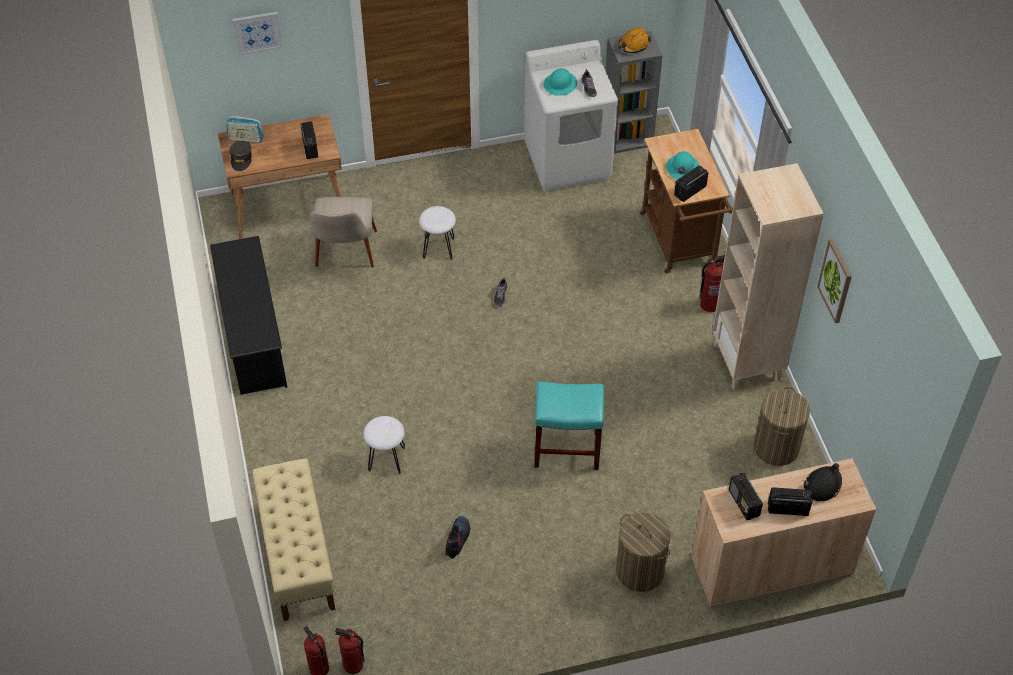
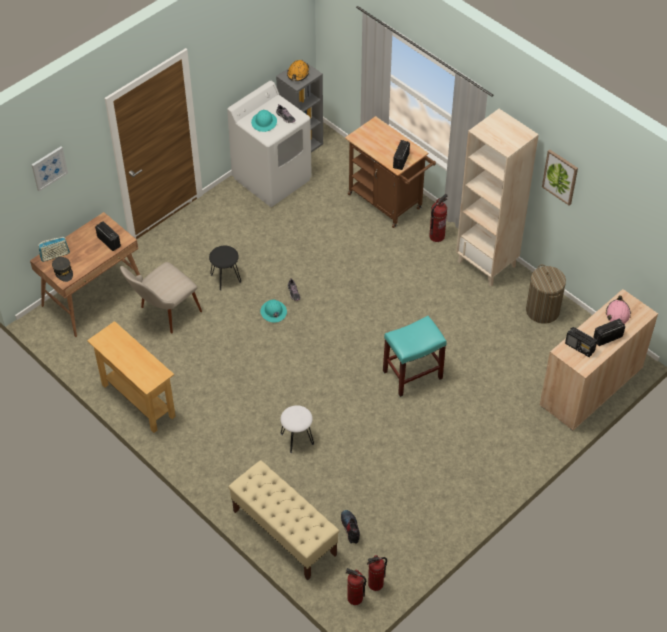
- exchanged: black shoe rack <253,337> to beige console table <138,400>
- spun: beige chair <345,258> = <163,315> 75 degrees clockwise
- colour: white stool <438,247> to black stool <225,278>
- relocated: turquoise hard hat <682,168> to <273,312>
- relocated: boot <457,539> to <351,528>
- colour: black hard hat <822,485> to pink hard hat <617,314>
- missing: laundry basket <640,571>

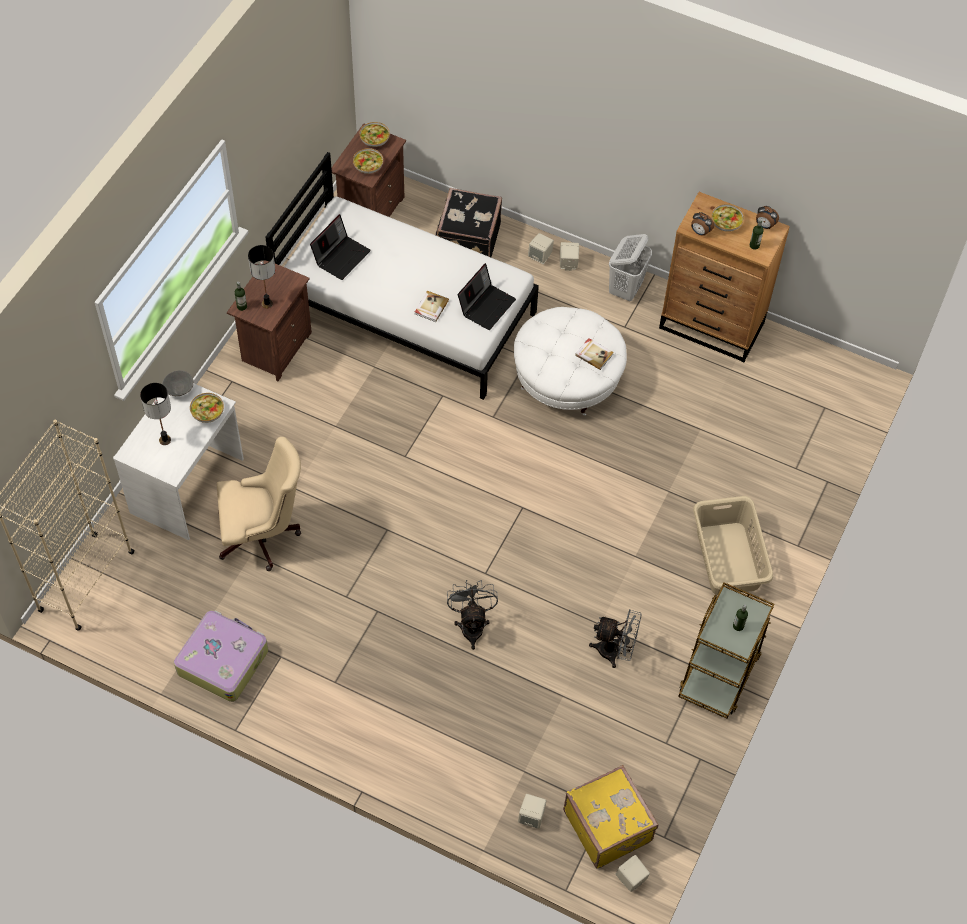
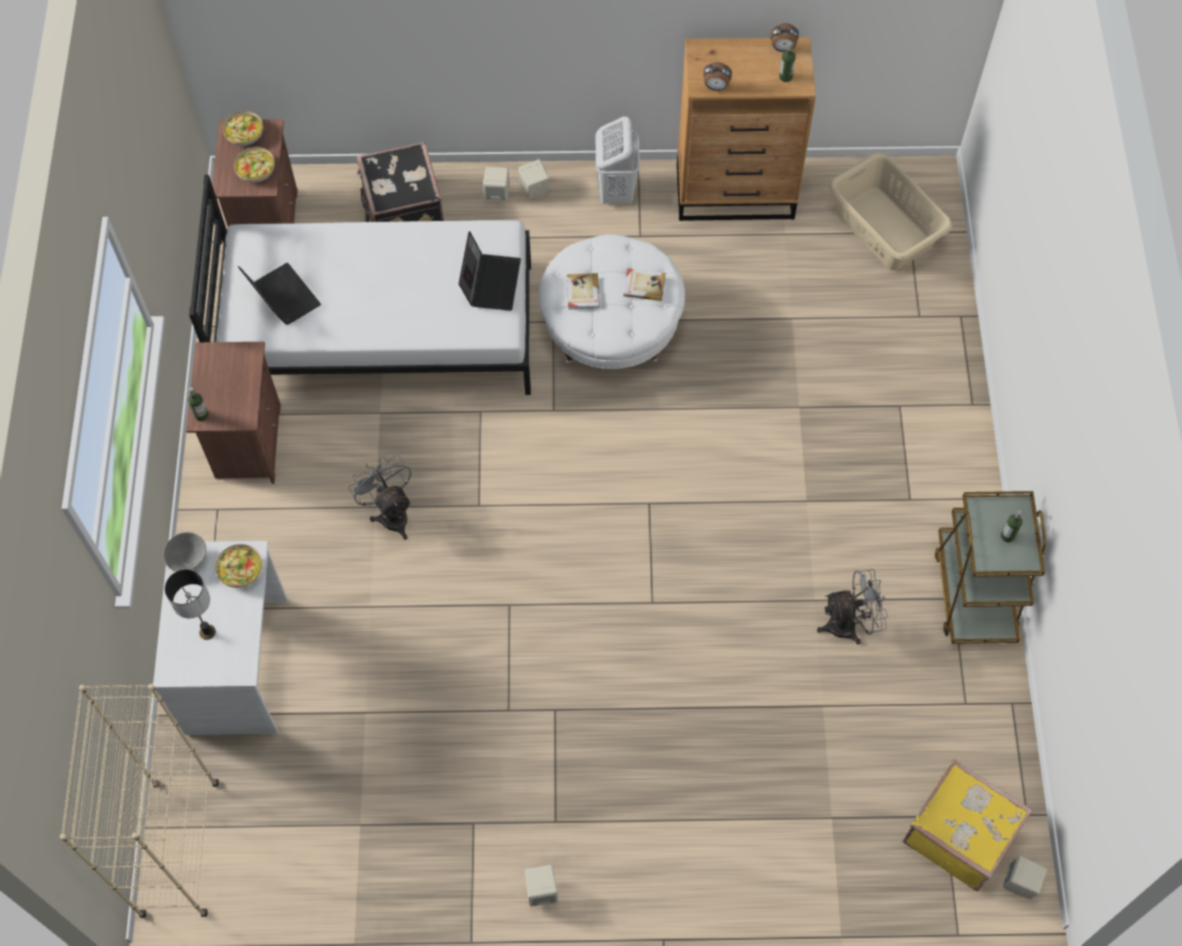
- spun: laptop <341,256> = <281,297> 45 degrees counterclockwise
- relocated: grey fan <472,625> to <391,513>
- relocated: beige speaker <531,817> to <542,890>
- relocated: book <431,307> to <582,292>
- relocated: beige laundry basket <728,558> to <884,228>
- missing: suitcase <223,660>
- missing: beige office chair <263,536>
- missing: table lamp <267,304>
- missing: bowl <726,223>

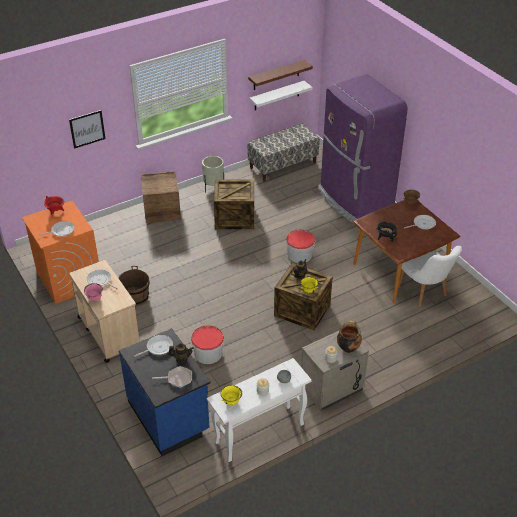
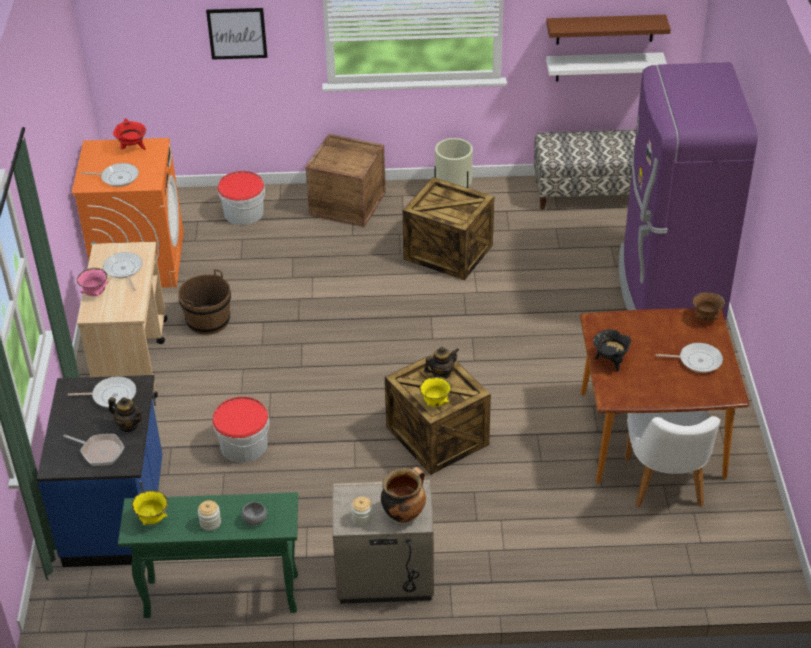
- colour: white console table <259,434> to green console table <220,596>
- relocated: bucket <299,255> to <243,212>

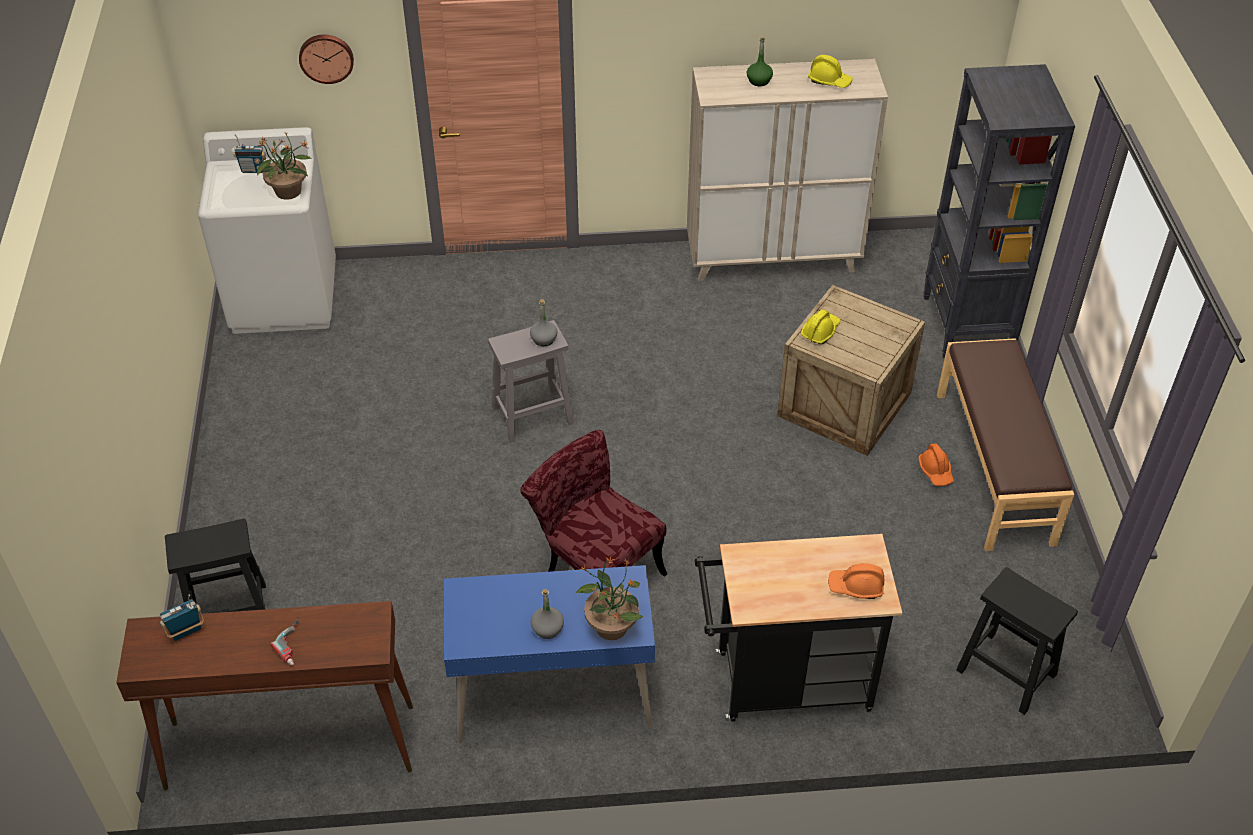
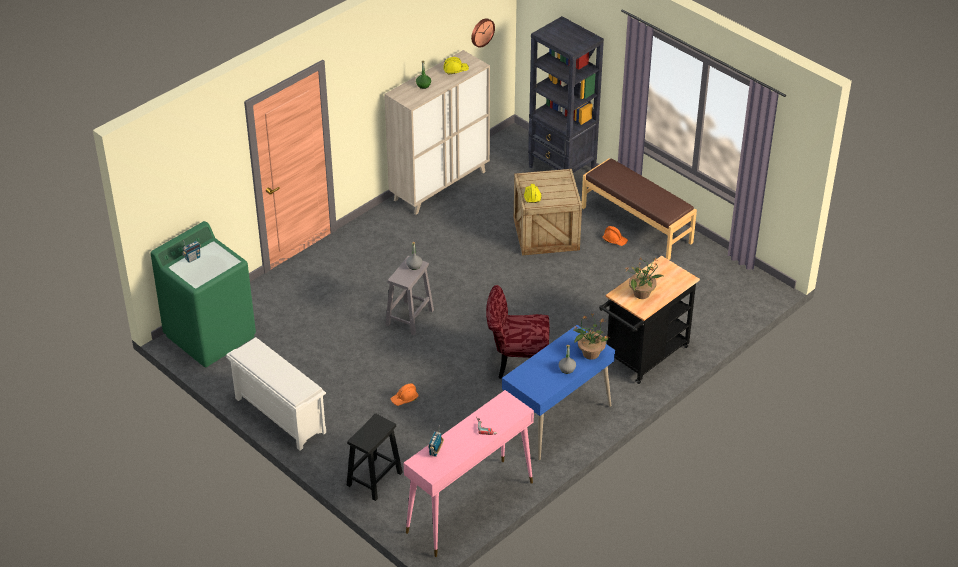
- colour: white washing machine <285,297> to green washing machine <210,336>
- appeared: white shoe rack <279,415>
- relocated: orange hard hat <856,586> to <404,399>
- colour: brown console table <289,747> to pink console table <469,507>
- relocated: wall clock <326,57> to <481,32>
- relocated: potted plant <289,192> to <642,293>
- missing: black stool <1004,671>

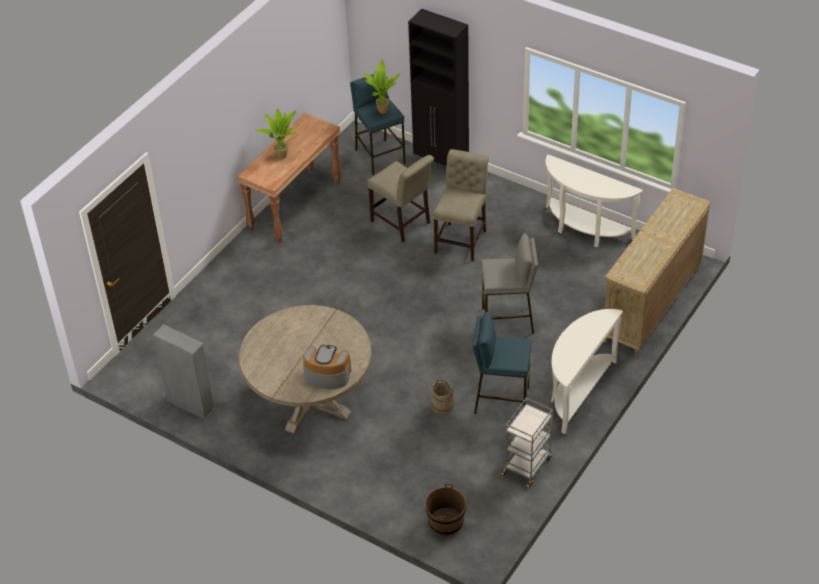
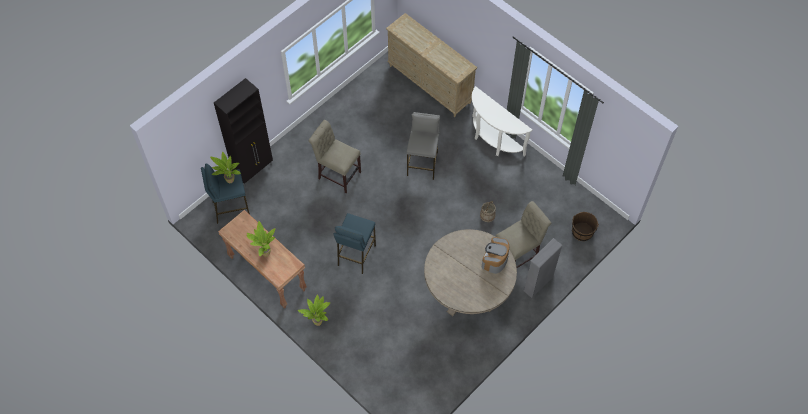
- appeared: potted plant <318,321>
- relocated: blue stool <501,400> to <356,255>
- relocated: beige chair <402,224> to <518,255>
- relocated: grey bookcase <191,405> to <538,283>
- missing: grey cart <527,465>
- missing: white console table <584,230>

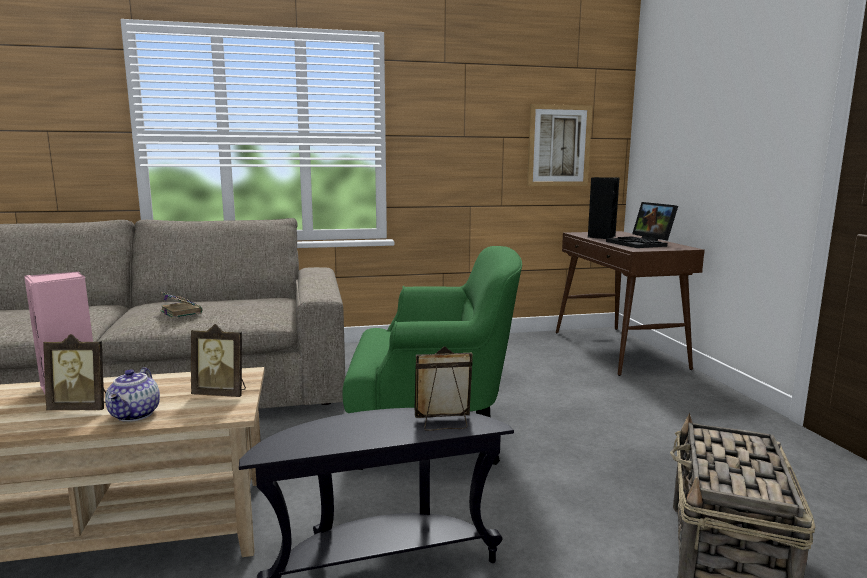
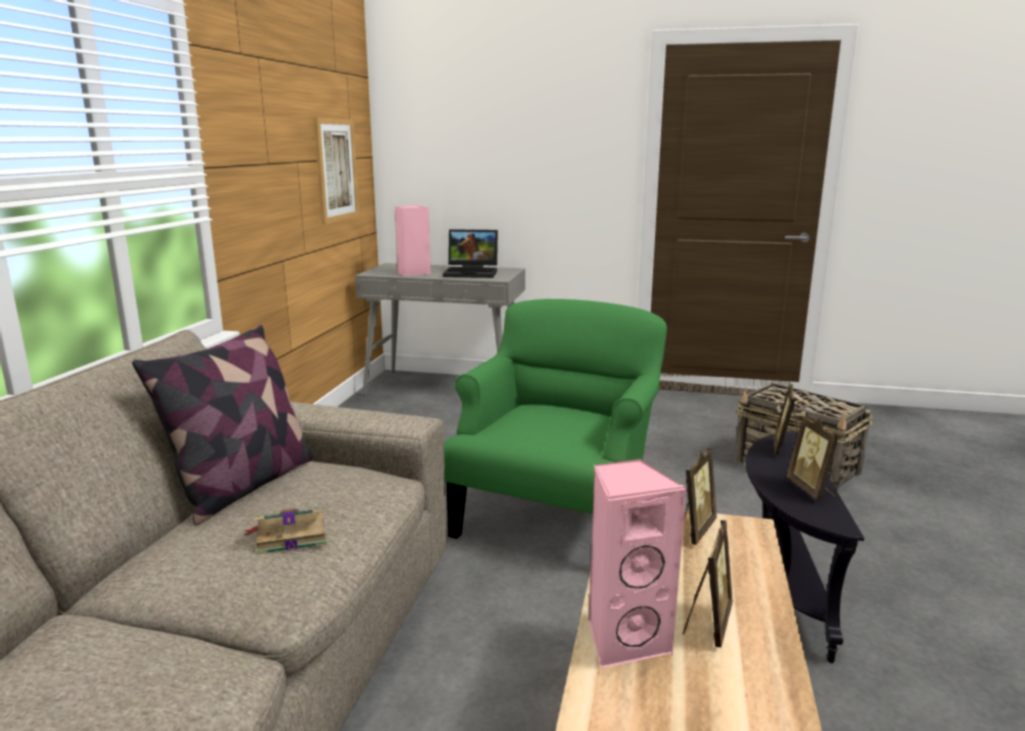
- appeared: pillow <244,486>
- colour: brown console table <618,350> to grey console table <446,388>
- colour: black speaker <601,237> to pink speaker <413,273>
- appeared: picture frame <812,490>
- missing: teapot <136,415>

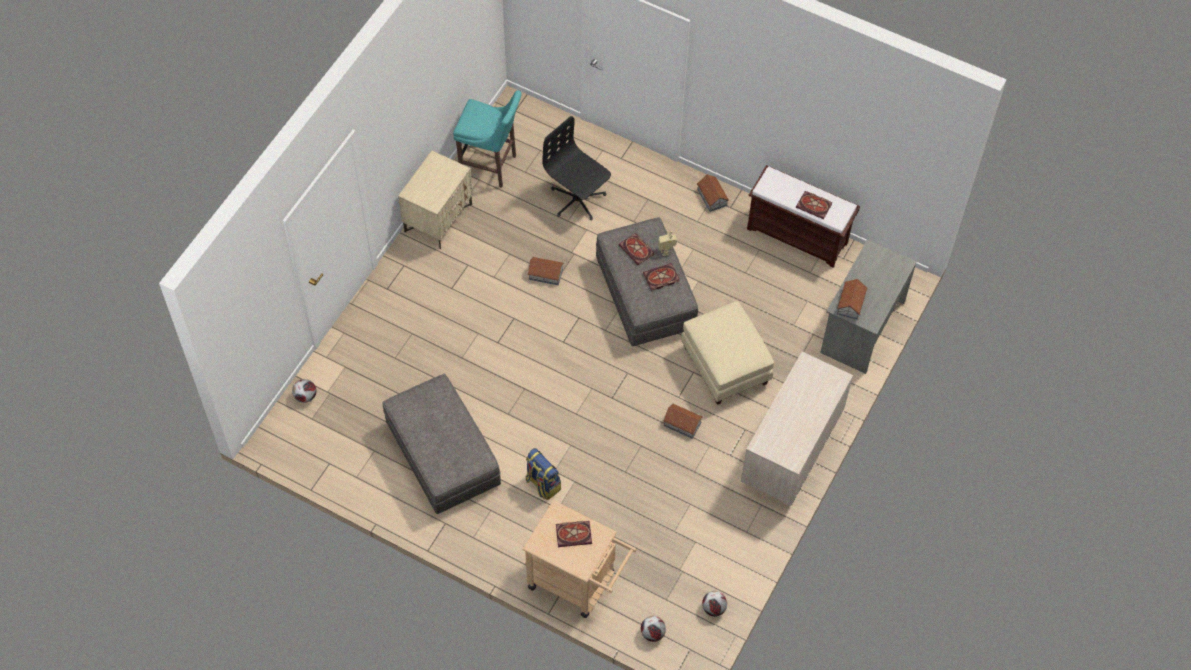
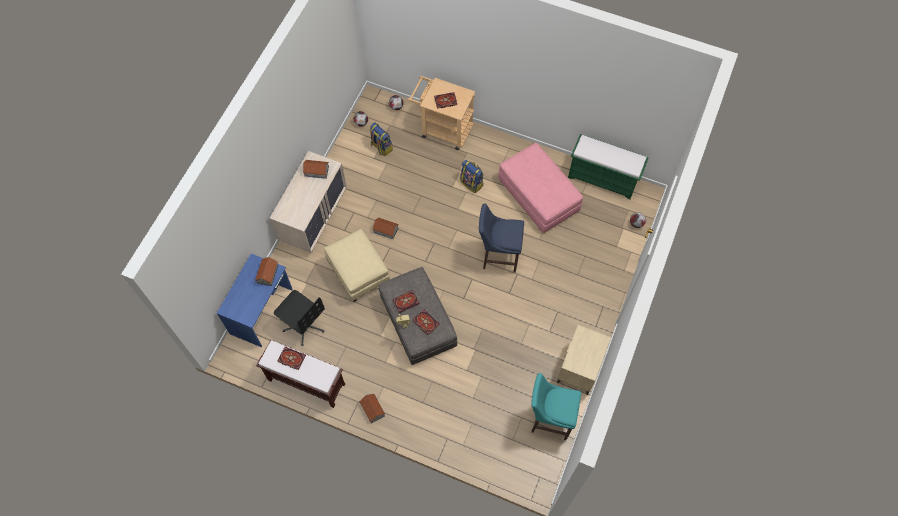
- colour: grey desk <861,327> to blue desk <262,311>
- relocated: black office chair <577,199> to <304,325>
- relocated: toy house <546,274> to <316,171>
- appeared: backpack <381,147>
- appeared: blue stool <498,256>
- colour: grey ottoman <442,454> to pink ottoman <538,195>
- appeared: green bench <603,179>

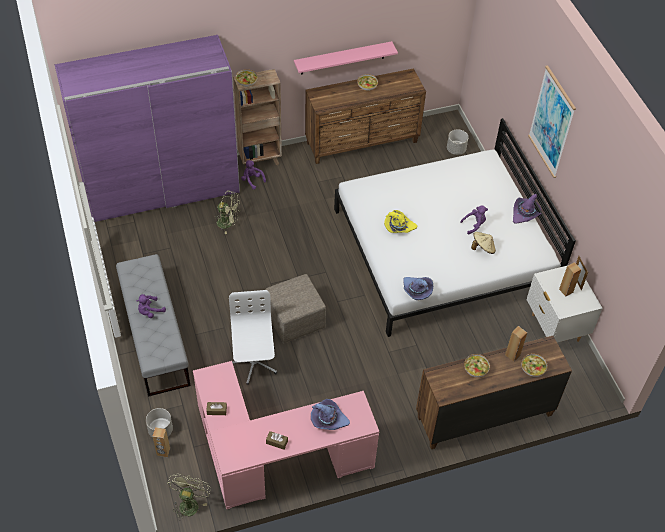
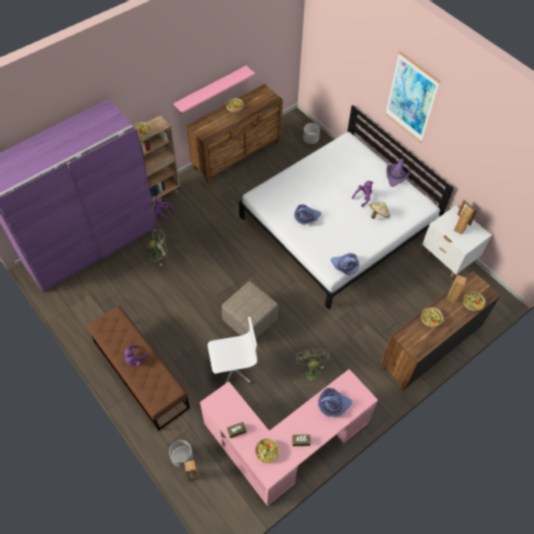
- colour: grey bench <155,335> to brown bench <140,374>
- spun: white office chair <253,363> = <233,369> 105 degrees clockwise
- appeared: bowl <267,452>
- colour: yellow hat <398,227> to purple hat <306,217>
- relocated: green fan <189,503> to <310,370>

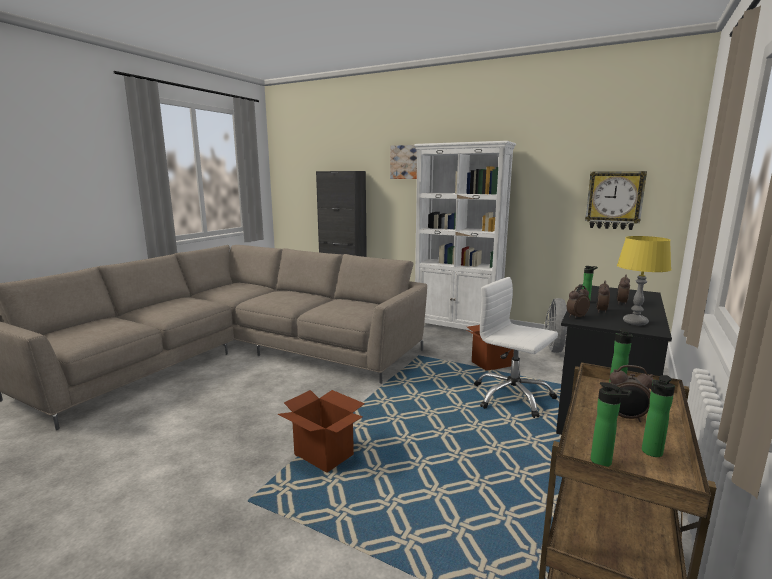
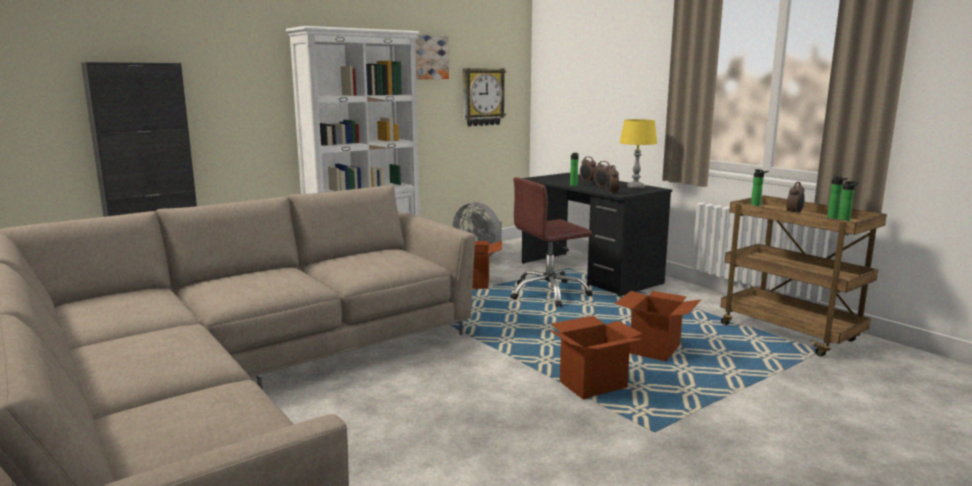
- relocated: picture <406,162> to <428,57>
- colour: white office chair <512,397> to brown office chair <549,293>
- appeared: cardboard box <654,350>

